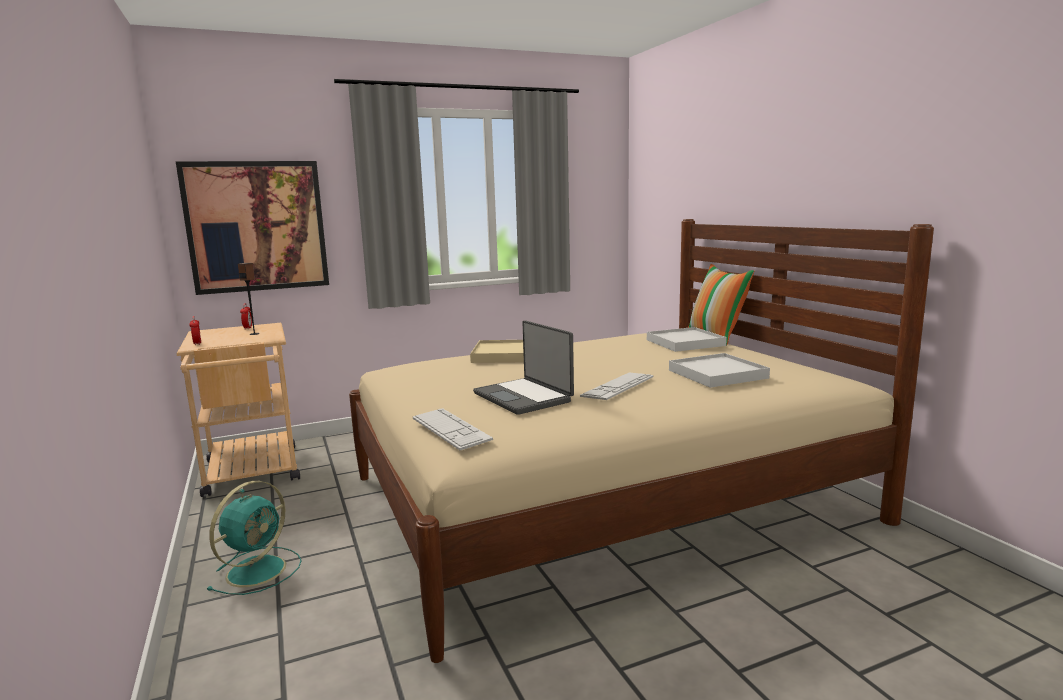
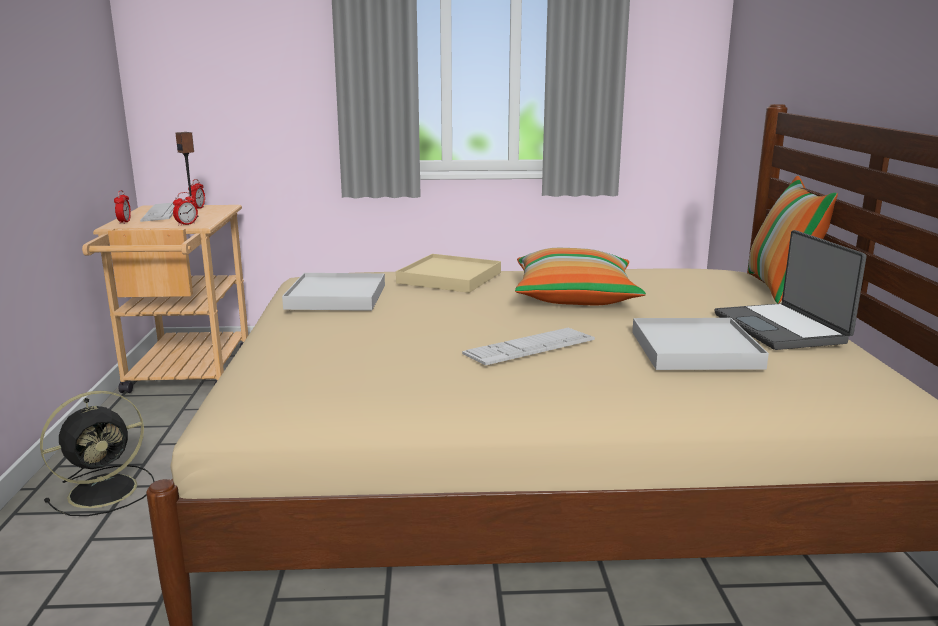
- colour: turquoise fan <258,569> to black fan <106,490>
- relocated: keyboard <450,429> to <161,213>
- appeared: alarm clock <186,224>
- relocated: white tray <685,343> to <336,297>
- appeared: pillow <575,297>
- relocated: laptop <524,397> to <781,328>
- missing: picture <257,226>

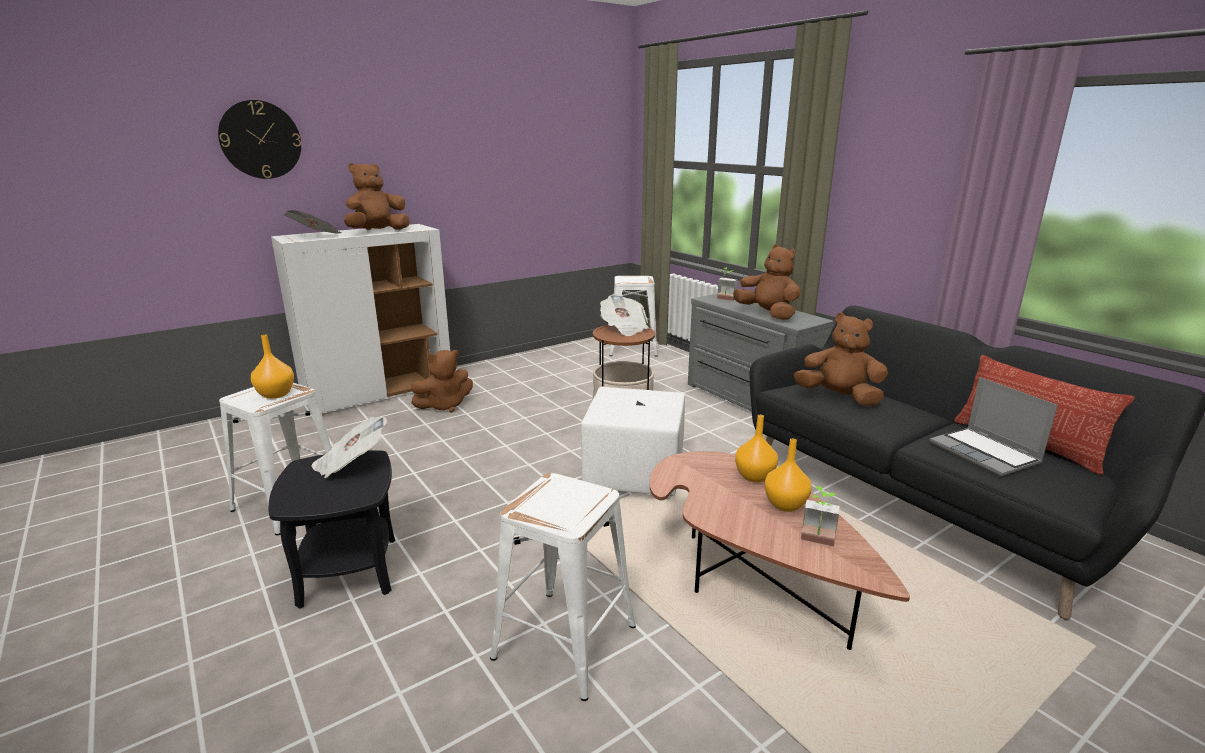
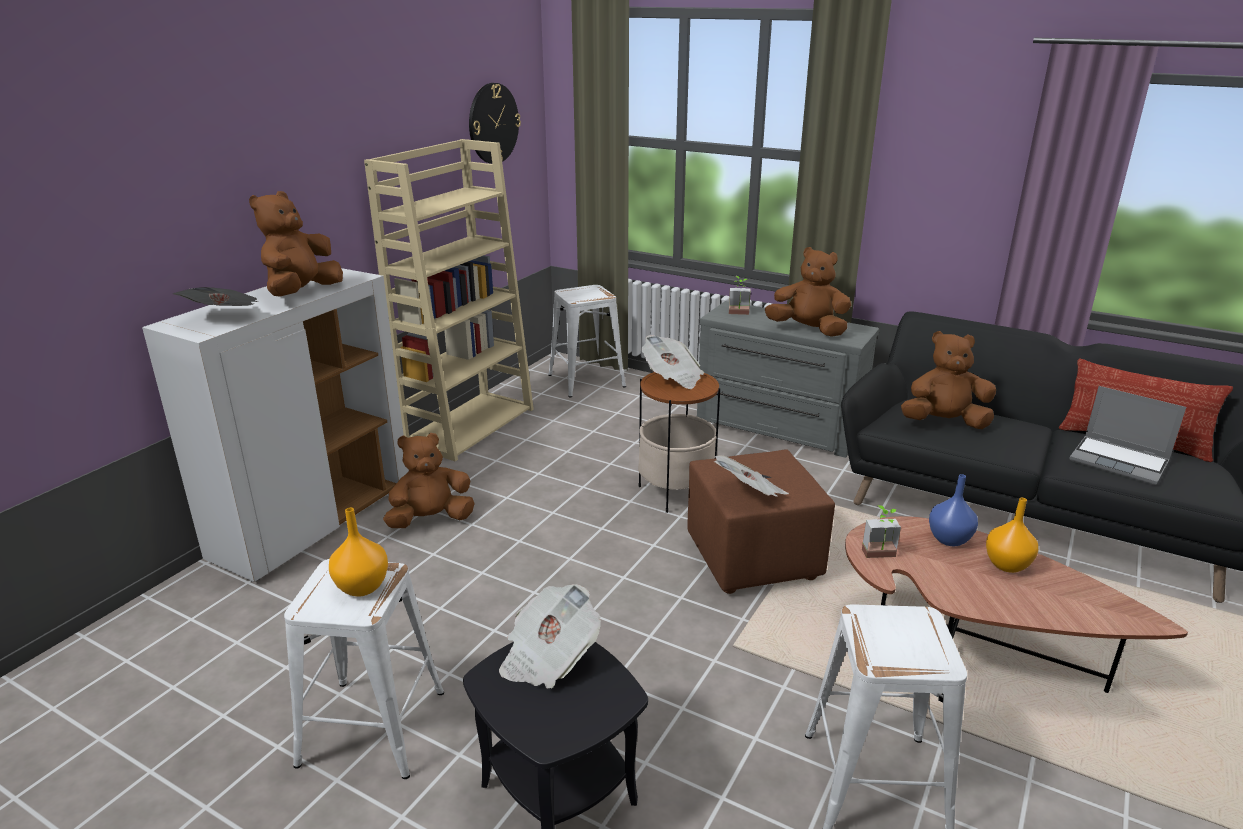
- appeared: beige bookcase <469,425>
- spun: brown plush toy <444,406> = <431,520> 150 degrees counterclockwise
- relocated: wall clock <260,140> to <493,123>
- colour: white ottoman <633,476> to brown ottoman <752,560>
- appeared: newspaper <749,494>
- relocated: potted plant <817,542> to <880,556>
- colour: orange vase <754,477> to blue vase <950,540>

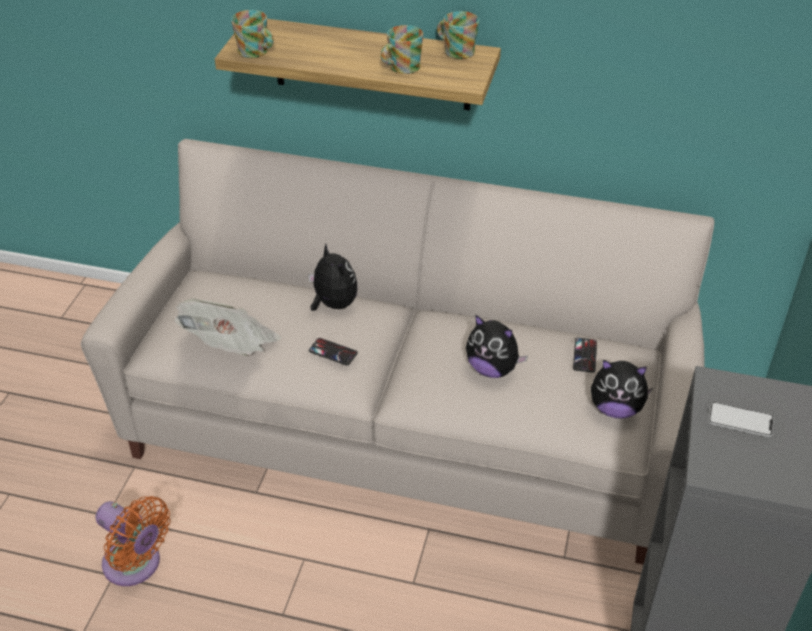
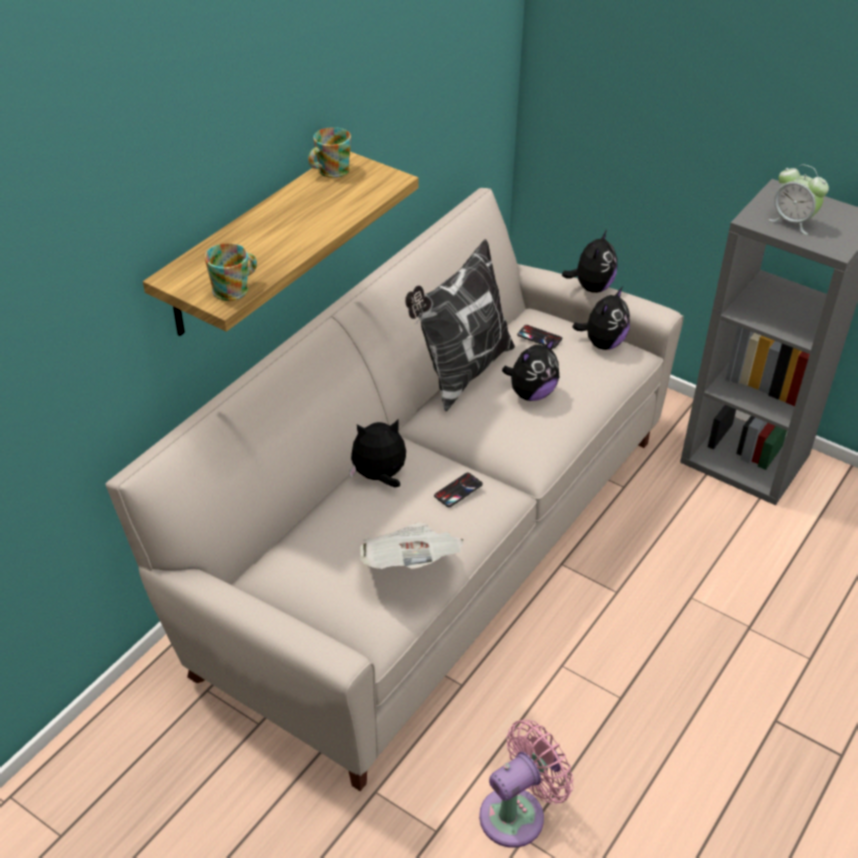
- appeared: pillow <461,372>
- colour: orange fan <136,565> to pink fan <518,813>
- appeared: plush toy <591,287>
- exchanged: phone <740,420> to alarm clock <793,222>
- missing: mug <400,67>

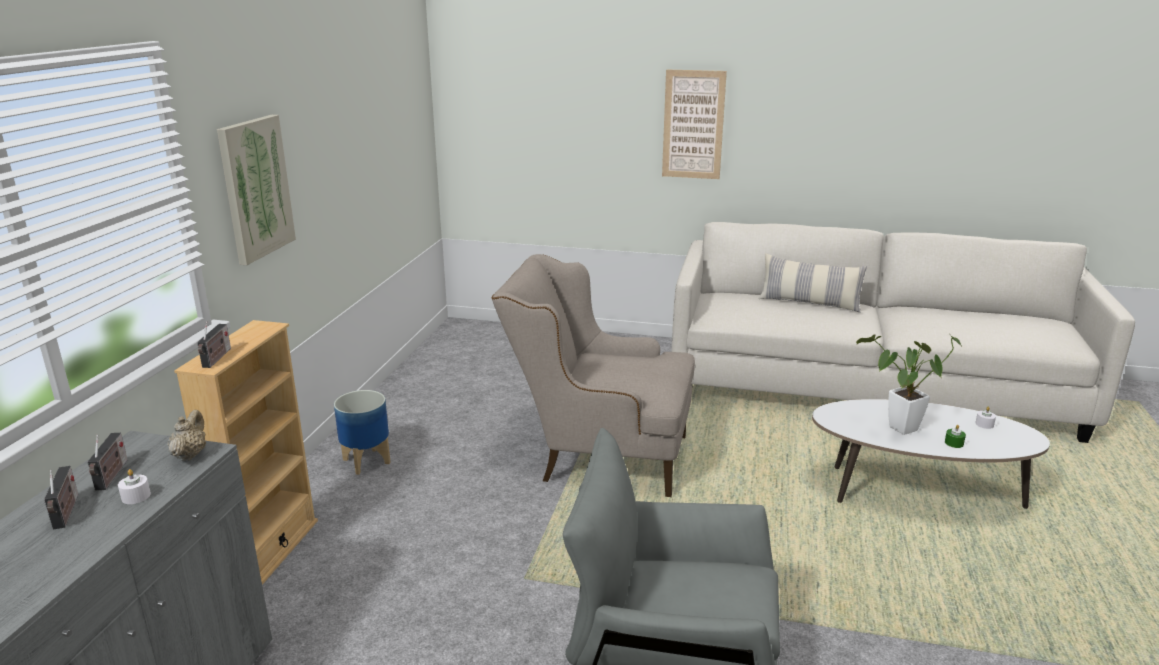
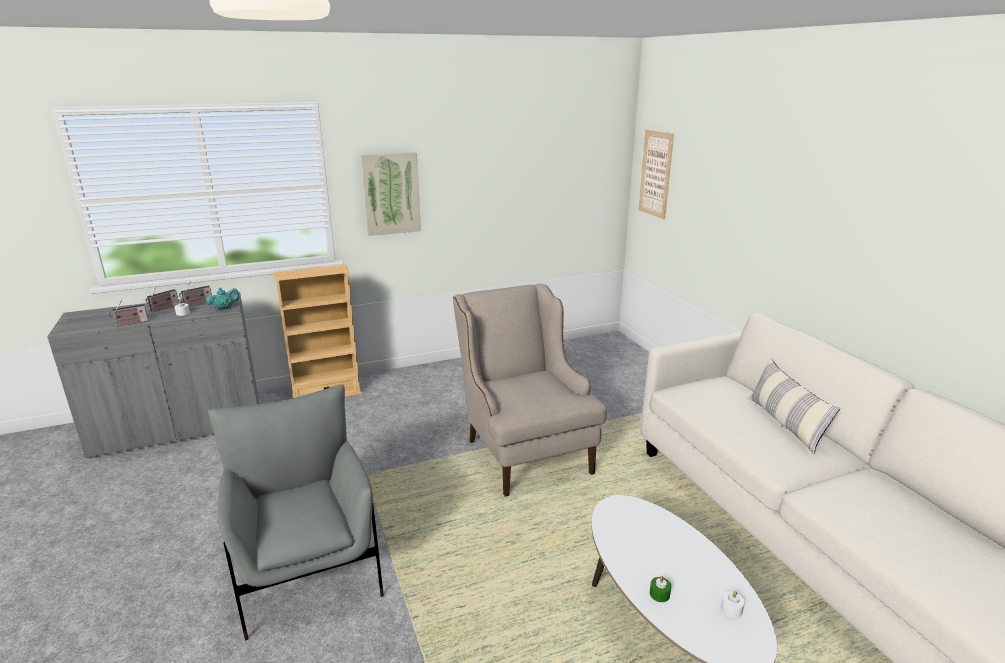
- relocated: radio <216,359> to <130,323>
- colour: beige teapot <190,455> to turquoise teapot <224,308>
- relocated: picture <693,125> to <655,174>
- missing: planter <366,461>
- missing: potted plant <898,430>

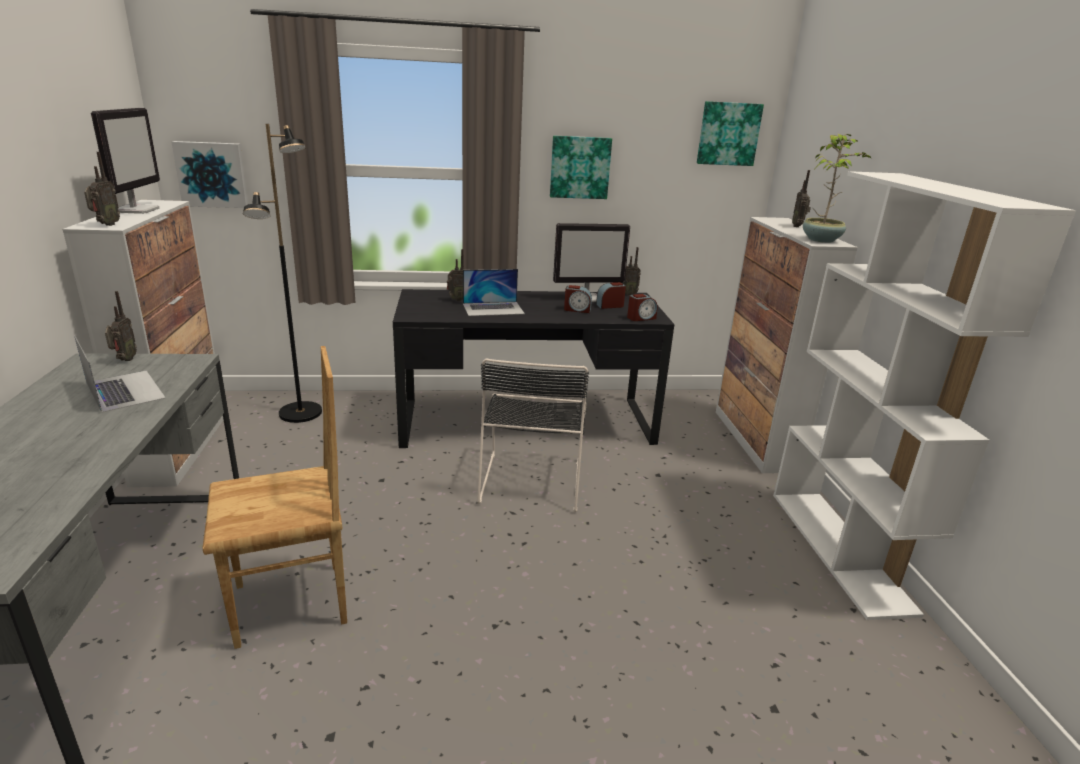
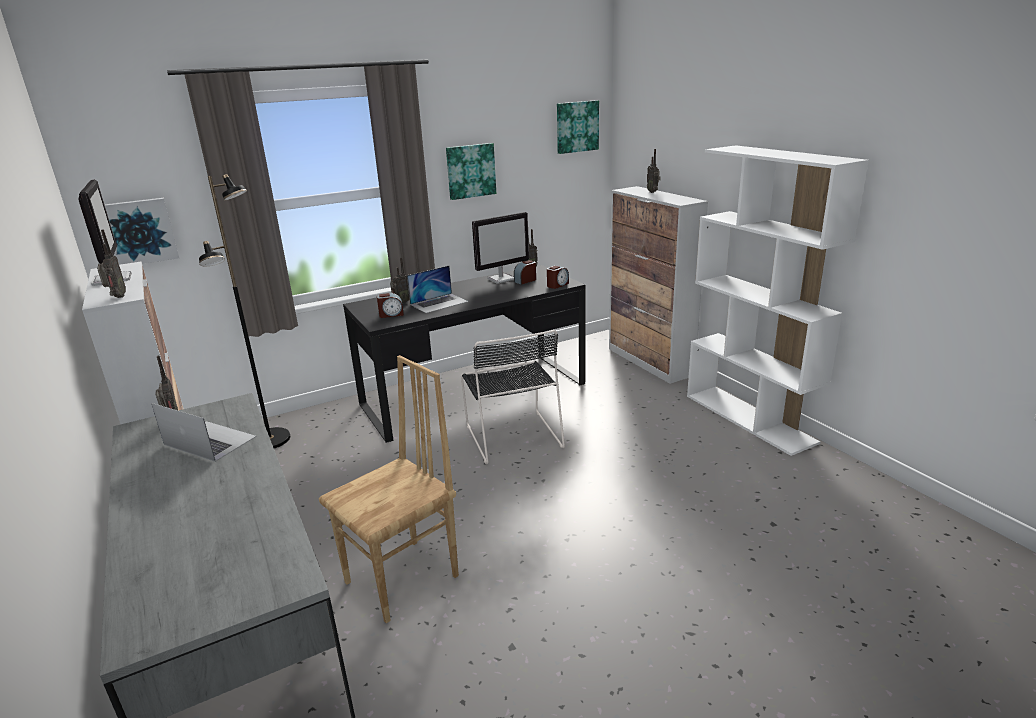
- relocated: alarm clock <577,309> to <391,314>
- missing: potted plant <821,240>

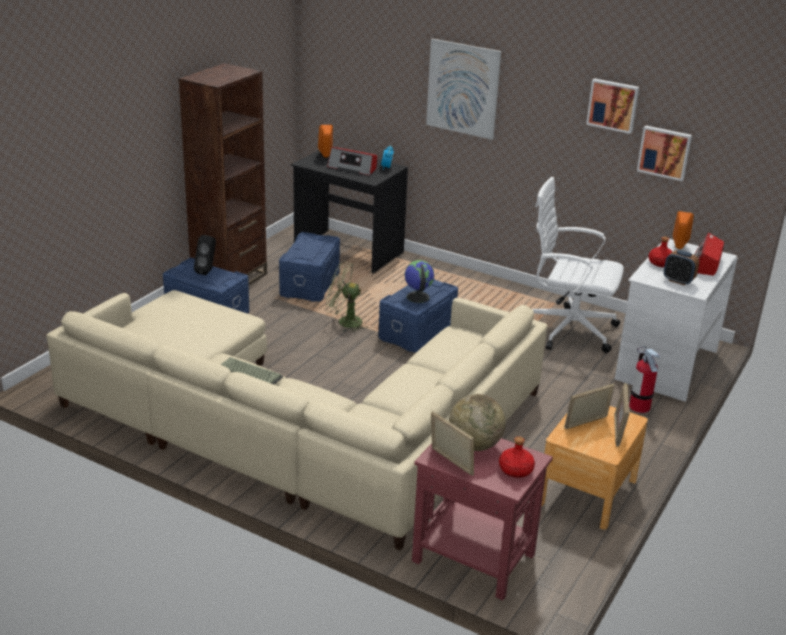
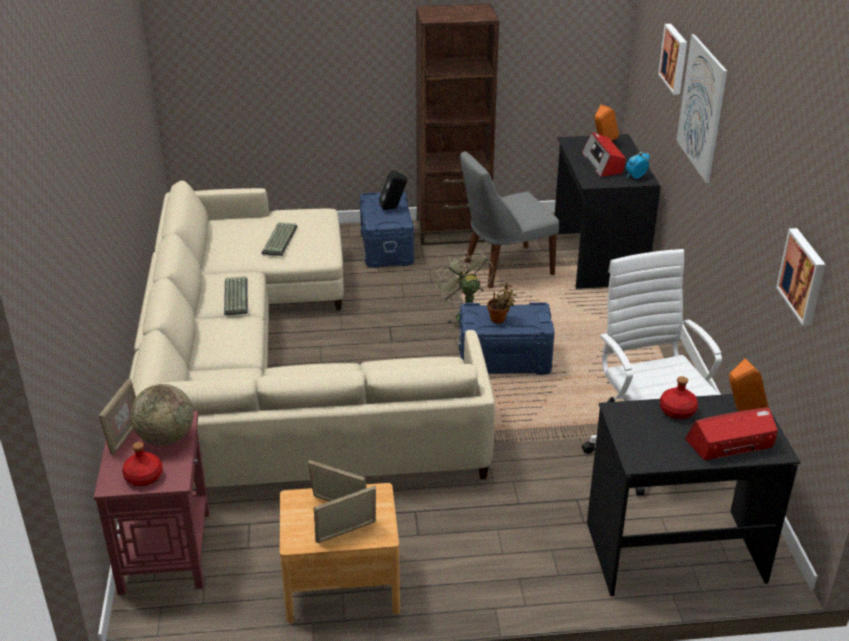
- appeared: keyboard <280,240>
- exchanged: blue storage box <309,284> to grey chair <504,268>
- exchanged: globe <417,297> to potted plant <499,319>
- colour: white desk <665,364> to black desk <674,550>
- relocated: picture <613,105> to <675,58>
- missing: fire extinguisher <639,406>
- missing: alarm clock <678,281>

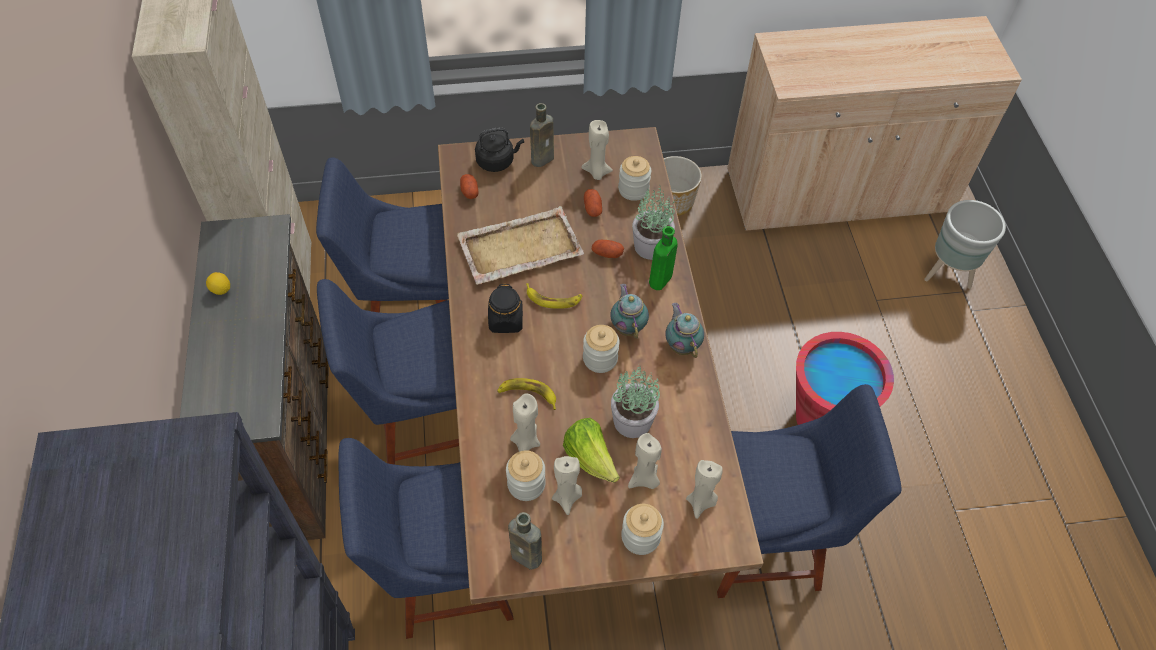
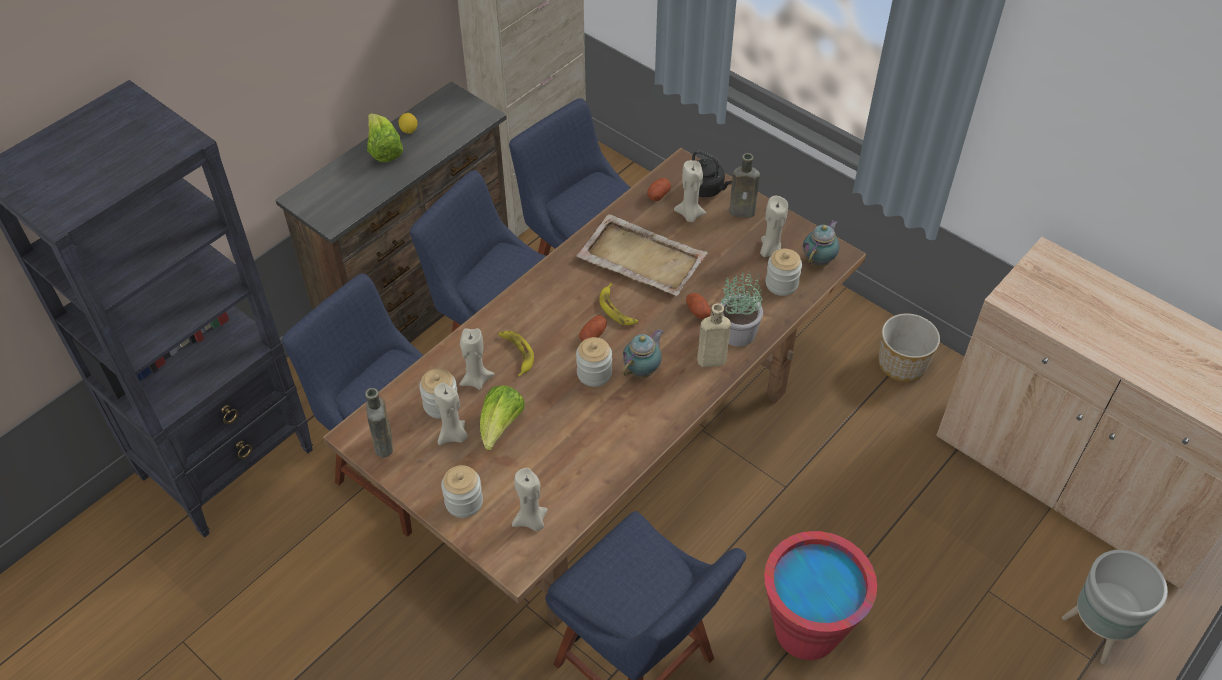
- appeared: lettuce <384,150>
- relocated: potato <592,208> to <593,335>
- relocated: beige candle <644,479> to <689,215>
- colour: green bottle <659,281> to beige bottle <709,360>
- relocated: teapot <682,345> to <819,260>
- missing: black jar <506,321>
- missing: potted plant <631,421>

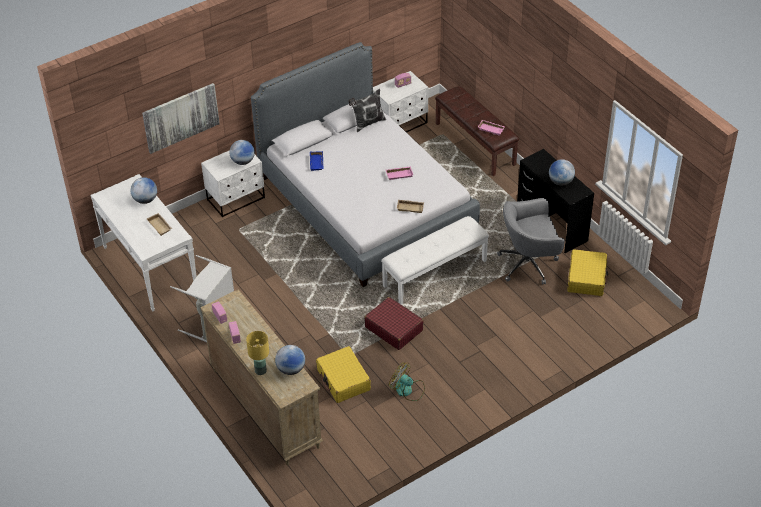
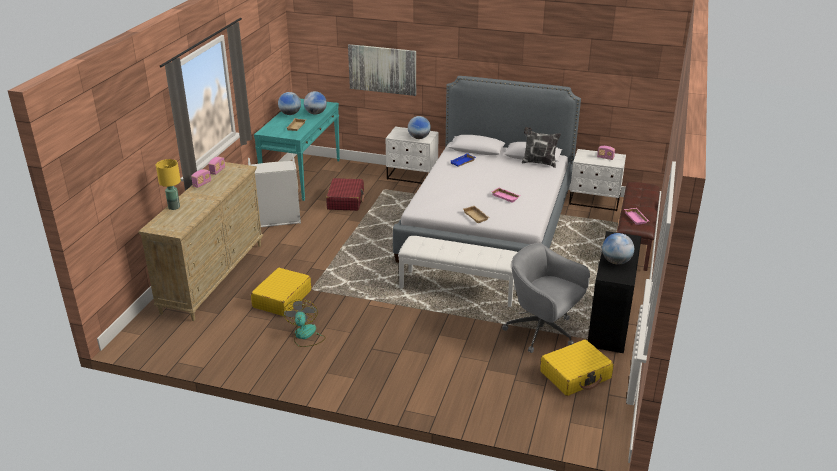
- colour: white console table <149,268> to turquoise console table <302,176>
- relocated: globe <291,369> to <290,114>
- relocated: red suitcase <393,328> to <346,200>

